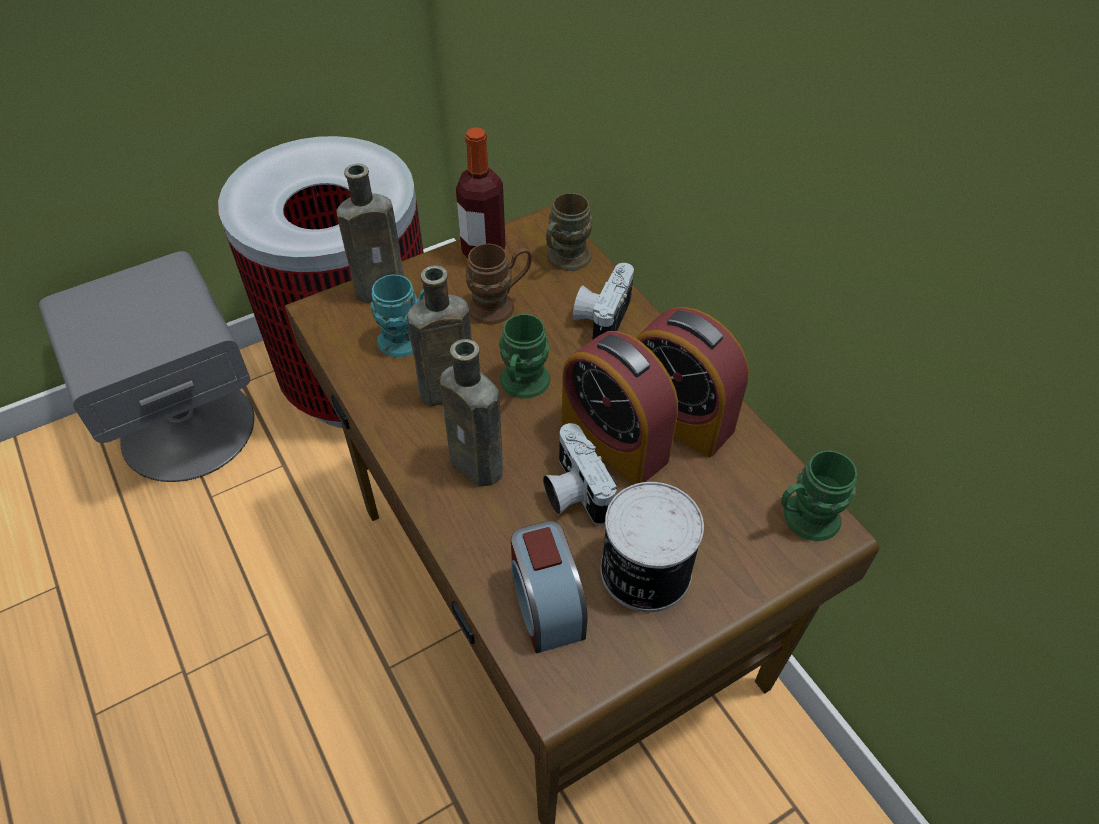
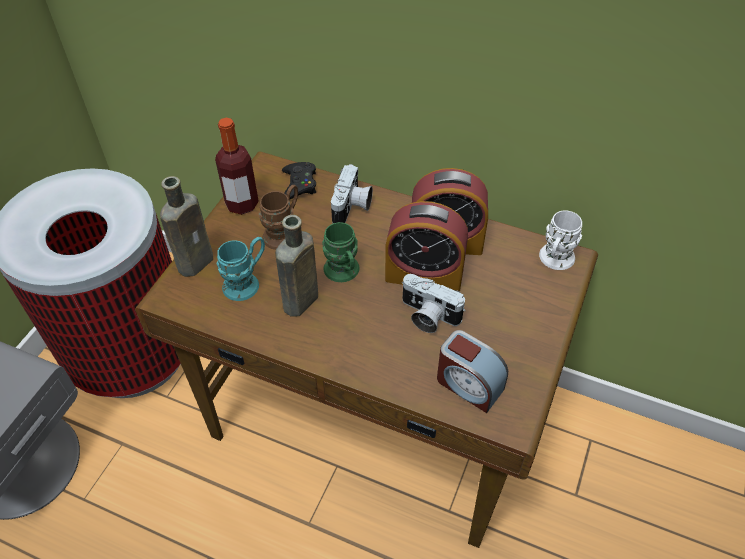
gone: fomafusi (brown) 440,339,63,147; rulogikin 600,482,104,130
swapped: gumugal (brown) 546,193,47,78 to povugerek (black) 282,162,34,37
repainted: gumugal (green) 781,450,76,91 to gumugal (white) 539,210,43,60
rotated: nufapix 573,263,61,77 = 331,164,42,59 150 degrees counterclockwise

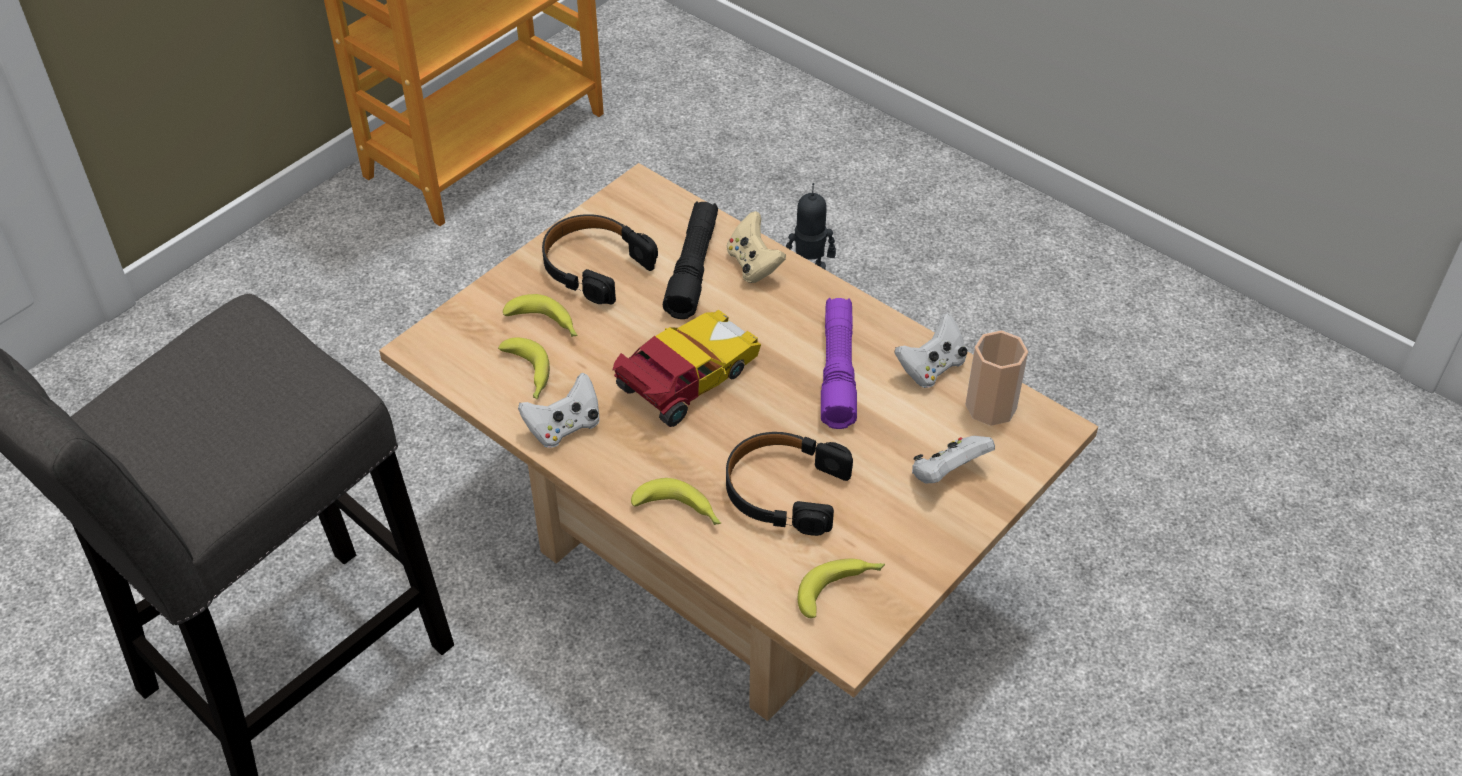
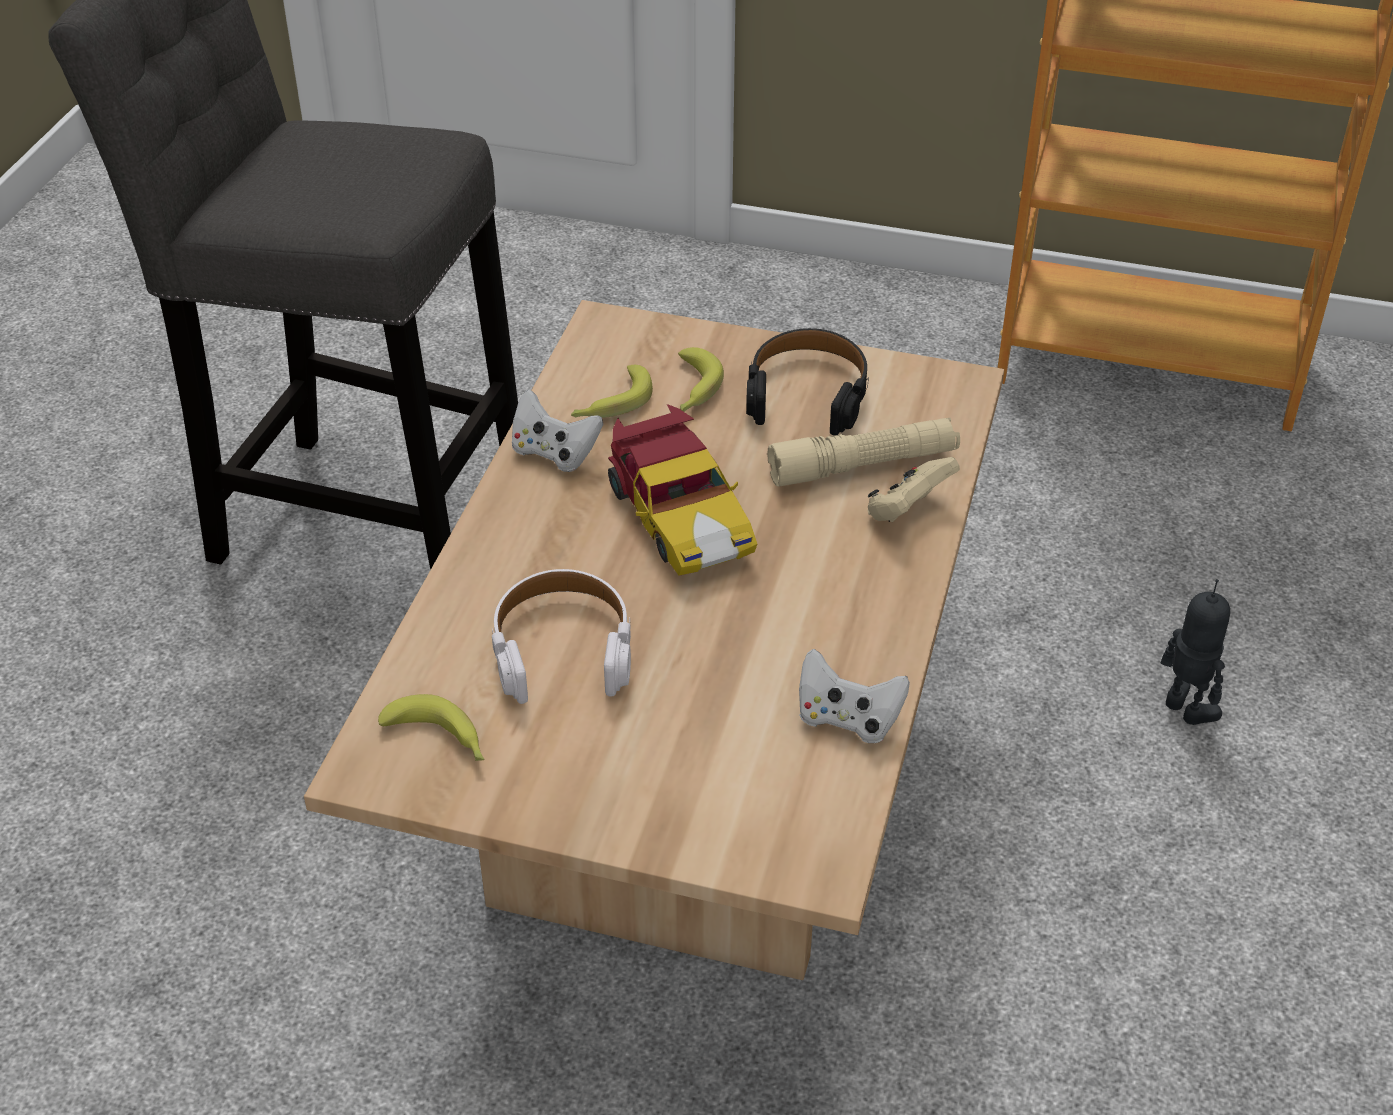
gone: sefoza 631,478,90,47; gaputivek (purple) 821,298,36,131; povugerek (white) 912,436,83,48; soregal 966,331,62,95
repainted: gaputivek (black) 663,201,55,118 to gaputivek (beige) 767,418,193,69; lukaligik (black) 726,432,127,104 to lukaligik (white) 492,569,139,135
rotated: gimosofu 612,309,149,118 = 608,404,149,172 45 degrees clockwise

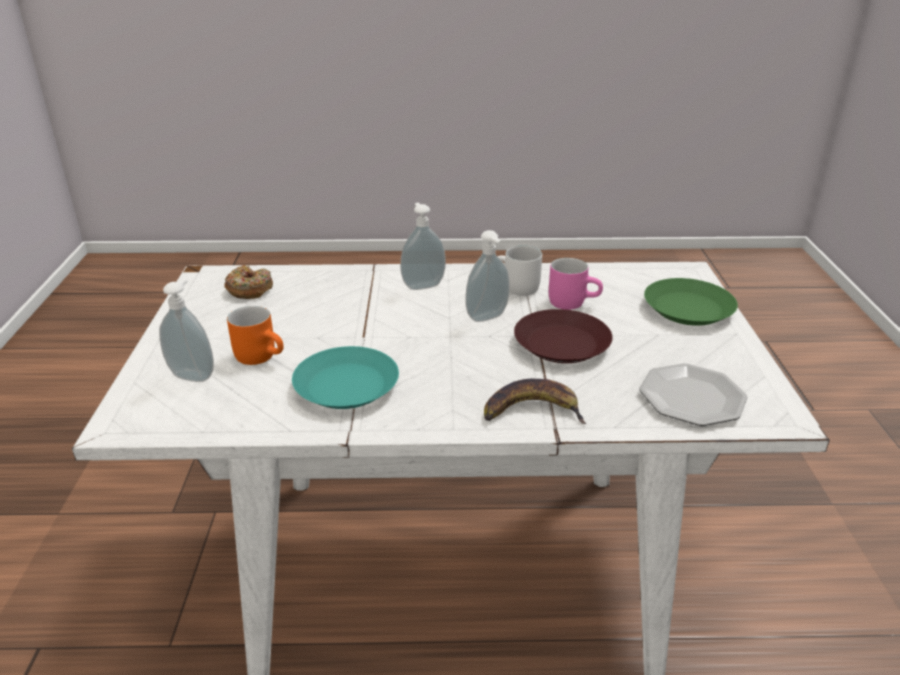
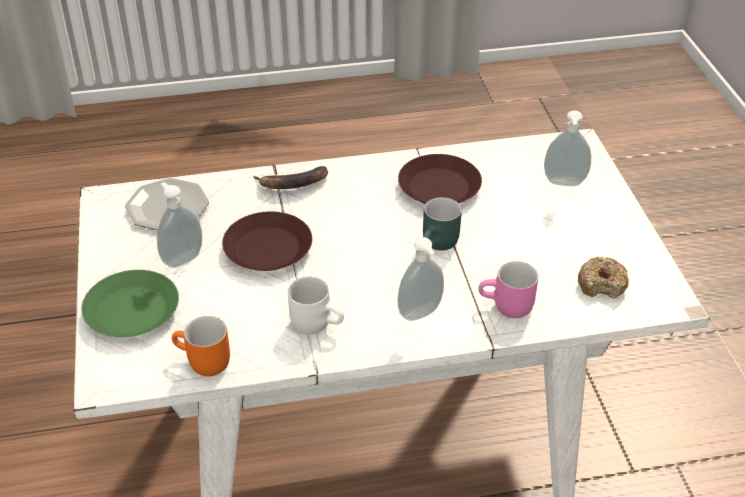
new: gumugal (turquoise) 423,197,39,54
shifted: gumugal (orange) 227,306,57,59 to 172,316,58,60; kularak 465,230,45,92 to 157,182,45,86; gumugal (pink) 549,258,54,52 to 479,261,60,57
repainted: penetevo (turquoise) 292,346,107,63 to penetevo (brown) 398,154,84,50

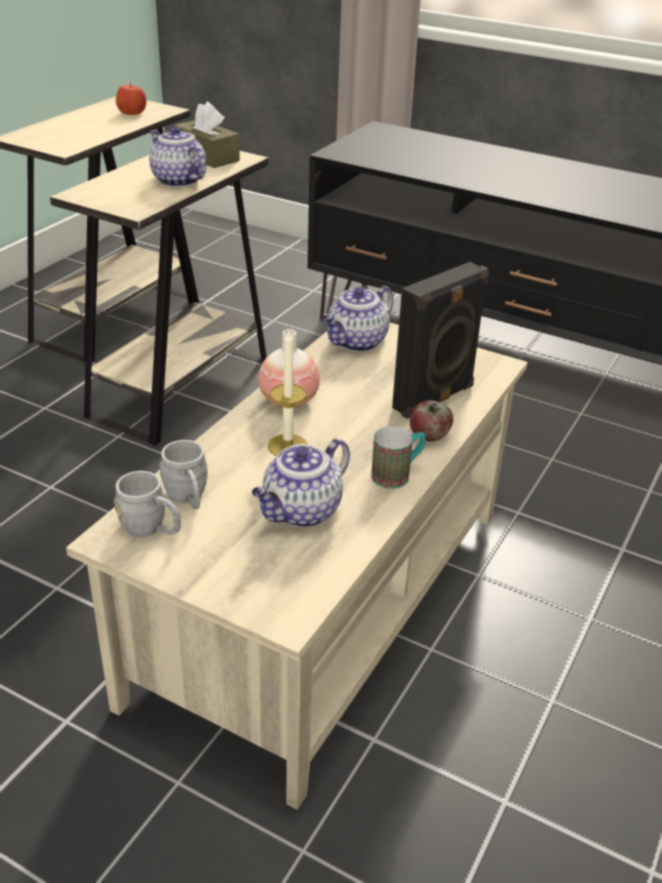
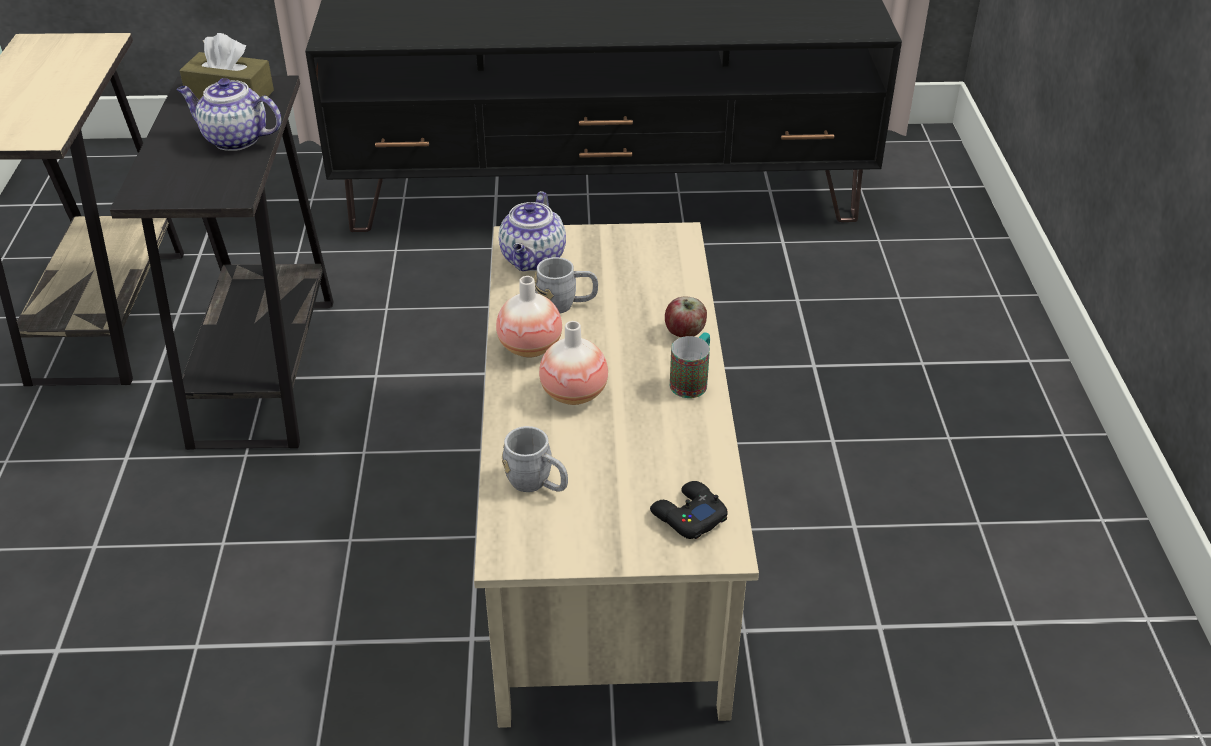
gone: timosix 116,82,31,33; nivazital 252,438,98,90; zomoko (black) 392,262,97,157
new: povugerek (black) 650,481,78,58
shifted: gumugal (grey) 114,471,67,66 to 534,257,64,57
swapped: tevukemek 268,331,40,125 to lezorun 539,321,69,84
repainted: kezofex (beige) 50,151,219,294 to kezofex (black) 110,76,224,374

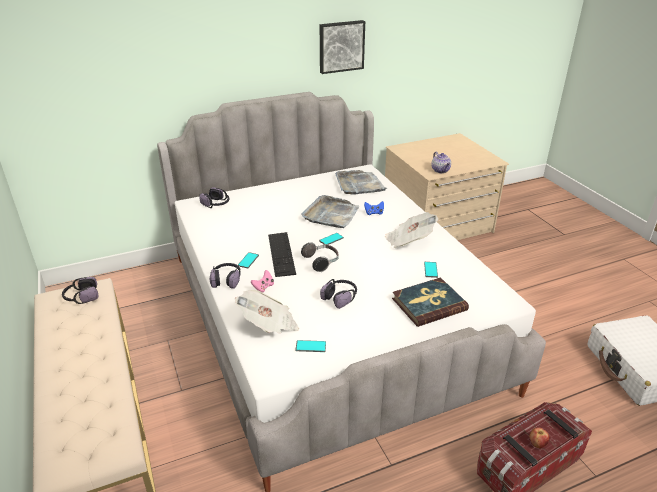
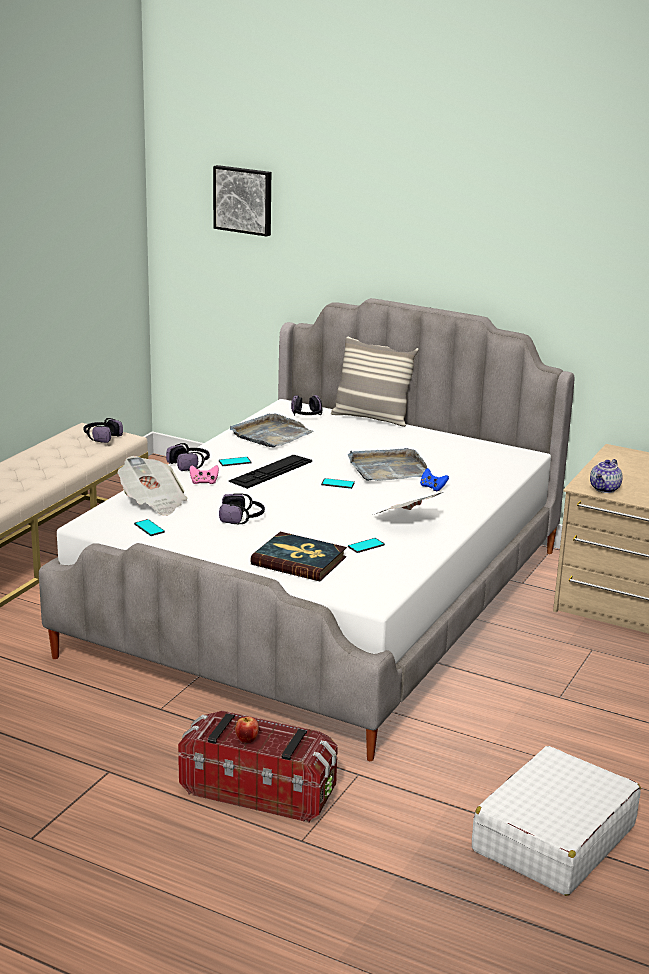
gone: lukaligik 301,242,38,30
new: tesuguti 331,337,88,90
shifted: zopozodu 320,20,45,54 to 213,165,58,72; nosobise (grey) 335,170,52,25 to 230,414,83,33

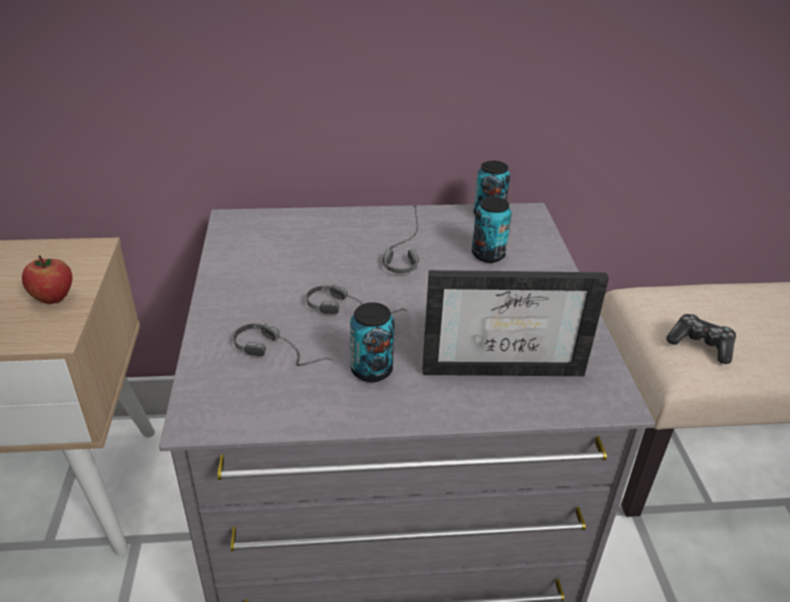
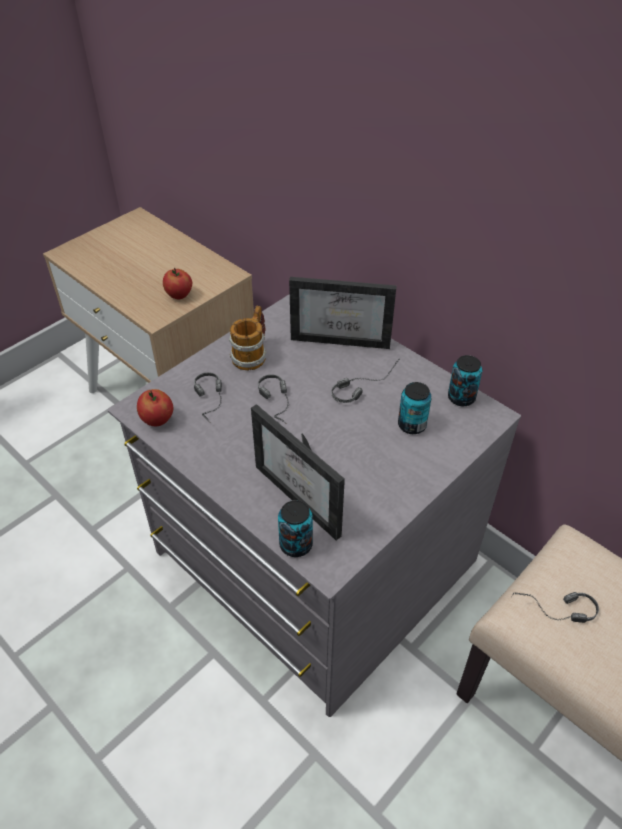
new: timosix 137,389,36,37; gumugal 229,306,38,64; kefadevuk 289,277,107,72
shifted: rulogikin 350,302,45,80 to 278,500,35,57
swapped: povugerek 666,314,70,50 to lukaligik 512,592,87,31

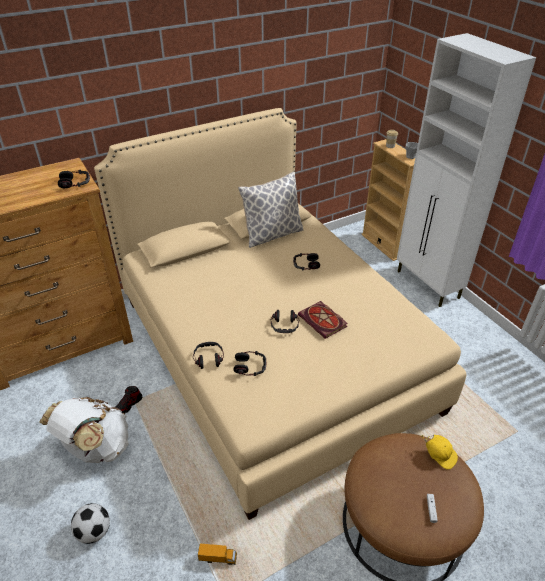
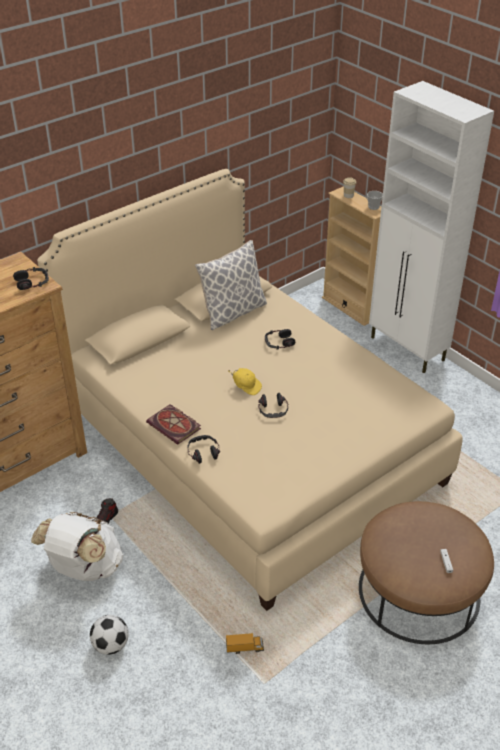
gone: lukaligik 233,351,33,25
shifted: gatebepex 298,301,50,38 to 146,404,55,41; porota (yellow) 421,435,37,35 to 228,368,34,27

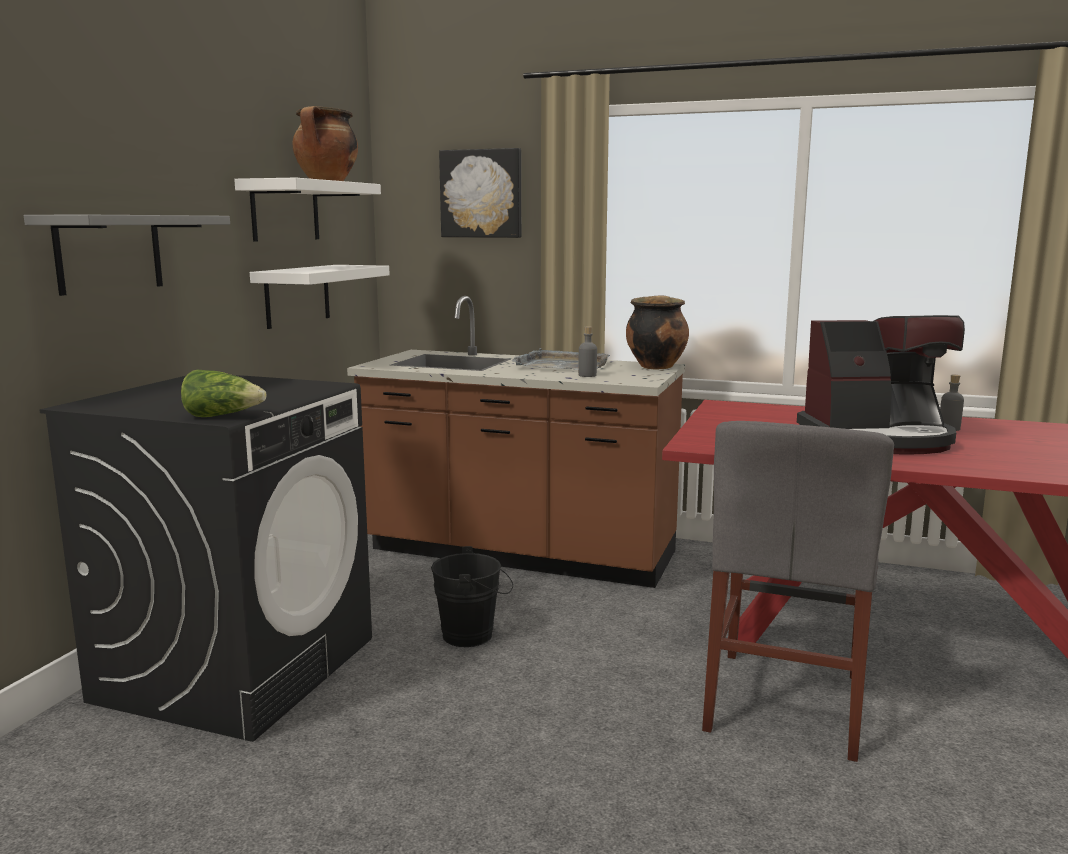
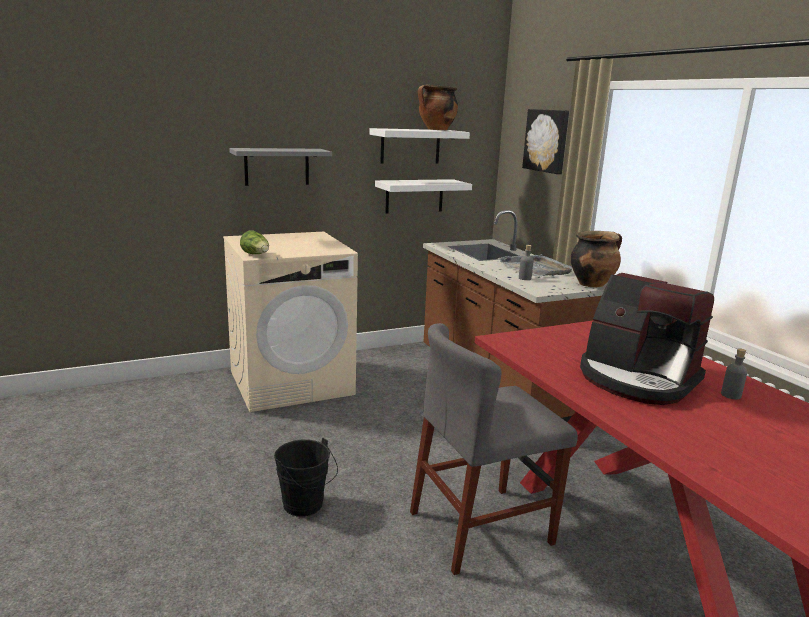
shifted: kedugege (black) 431,546,82,101 to 274,438,64,79
repainted: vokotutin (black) 40,375,332,367 to vokotutin (beige) 223,232,135,180

